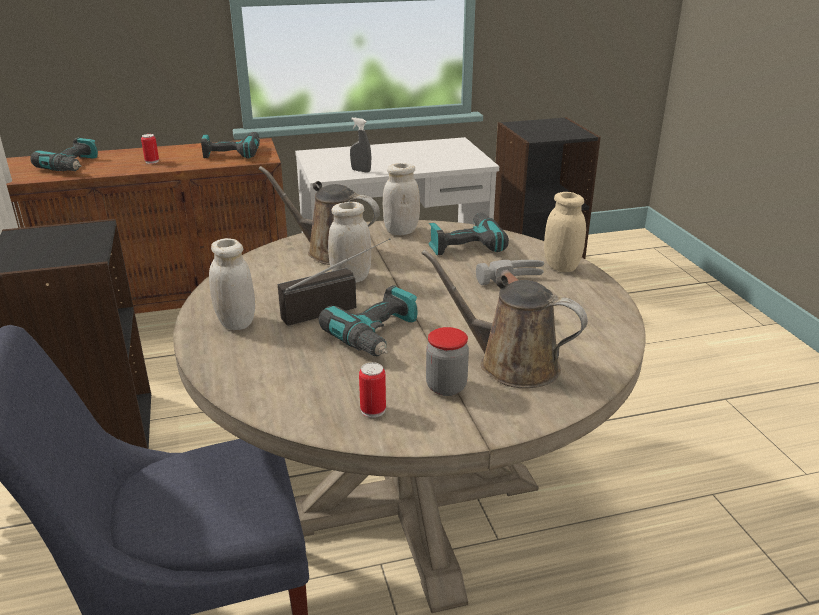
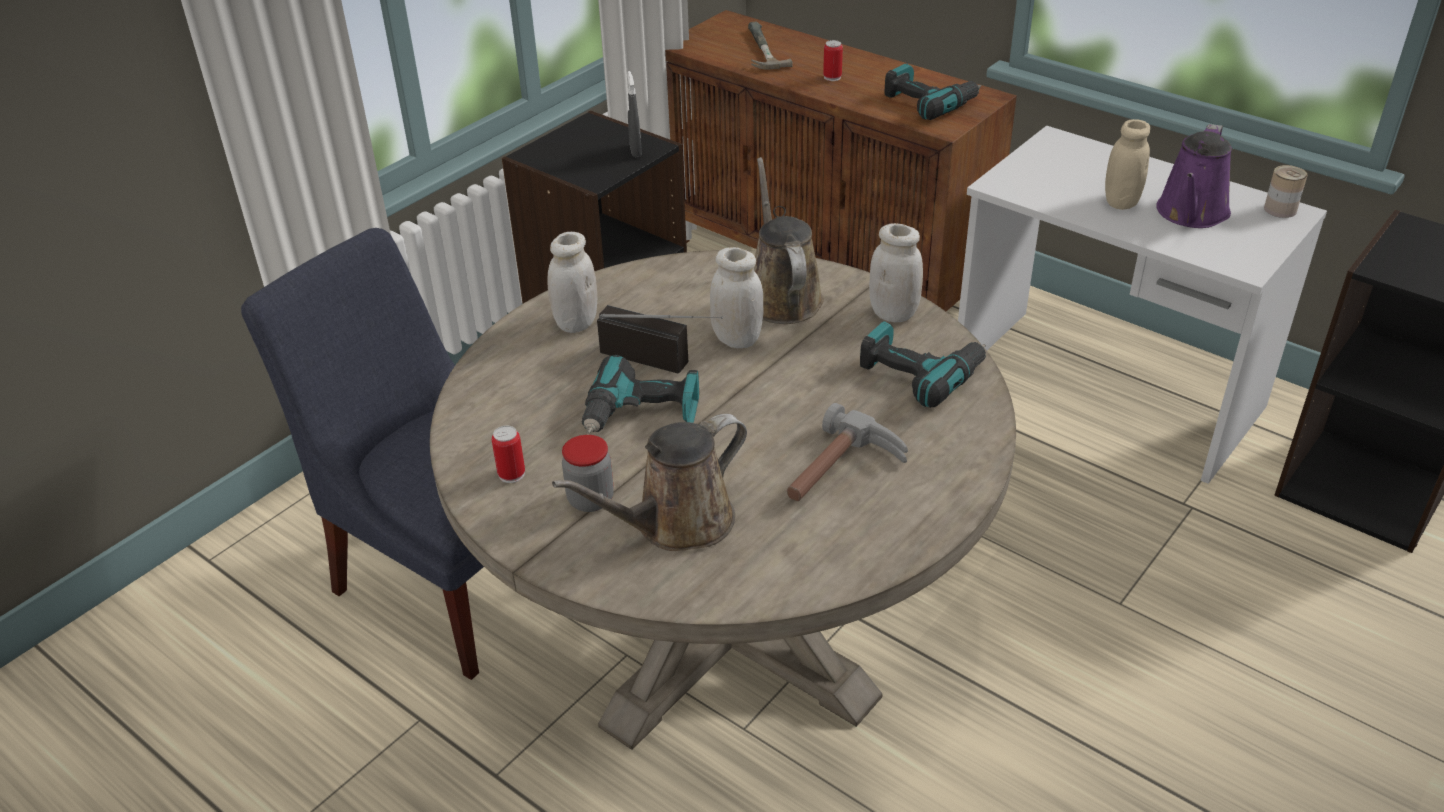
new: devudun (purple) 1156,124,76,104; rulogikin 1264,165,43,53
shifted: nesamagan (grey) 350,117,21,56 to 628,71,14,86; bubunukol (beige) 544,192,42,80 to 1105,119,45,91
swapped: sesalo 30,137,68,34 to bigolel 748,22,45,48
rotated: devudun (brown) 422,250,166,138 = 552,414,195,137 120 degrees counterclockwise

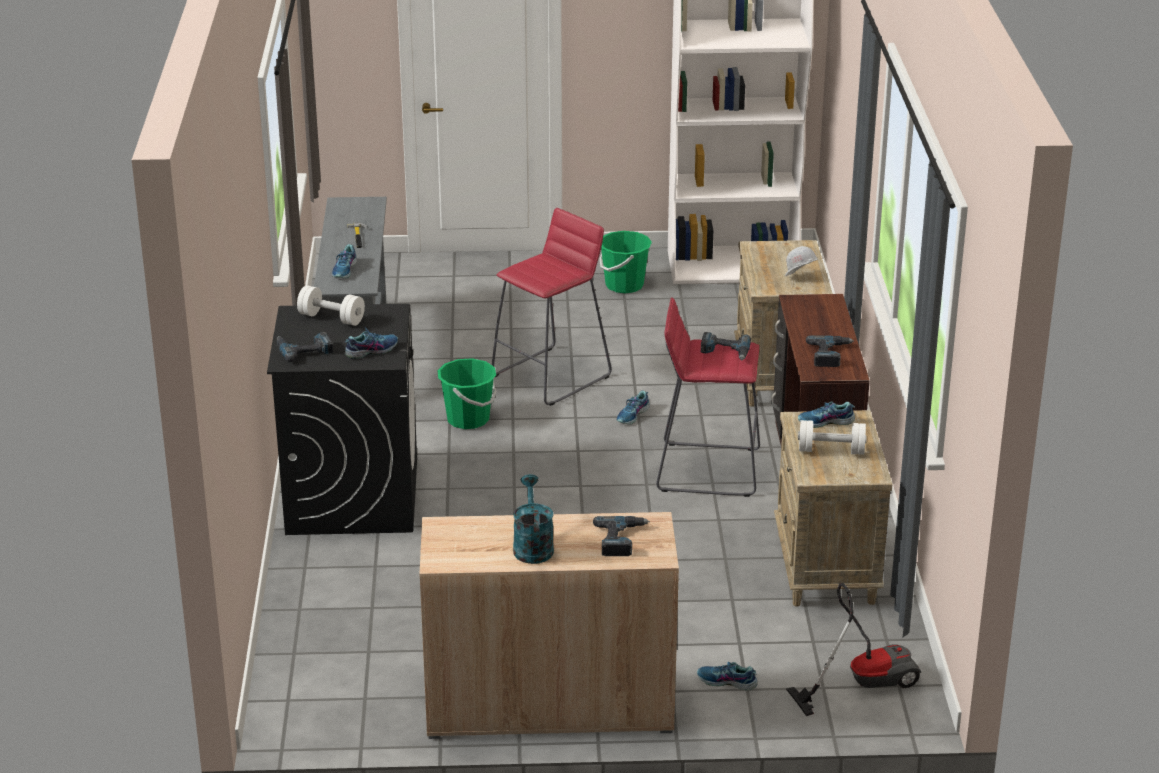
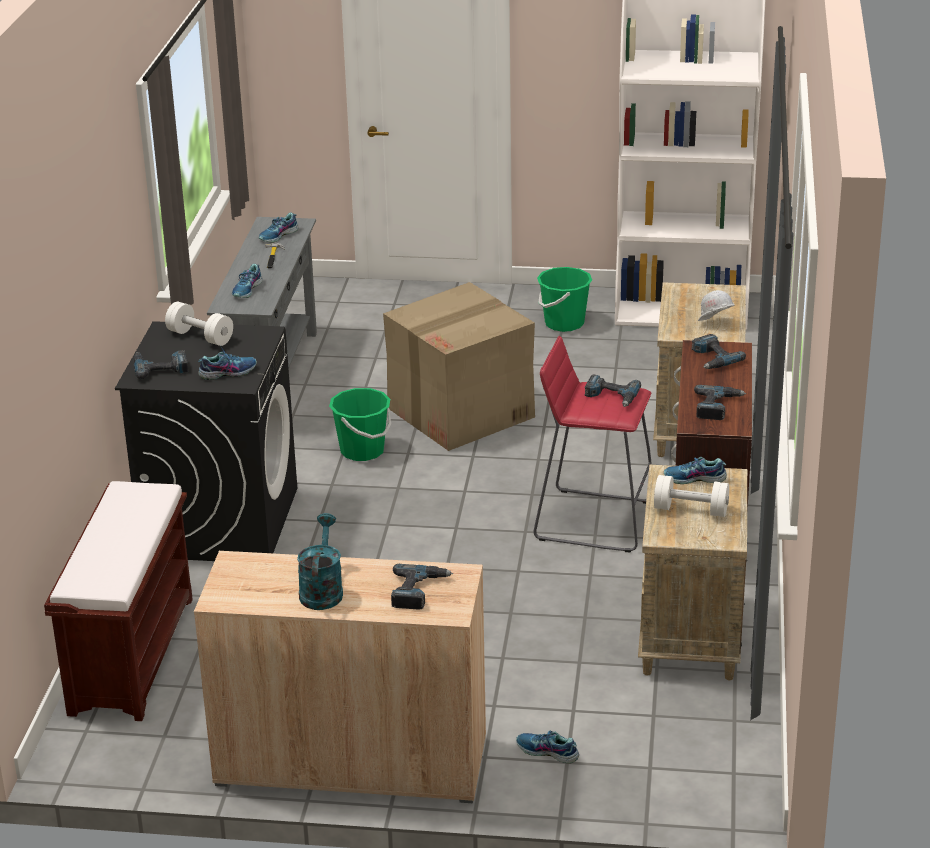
gone: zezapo 786,583,135,133
new: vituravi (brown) 44,481,149,240; sesalo 691,334,55,35
shifted: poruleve 617,391,33,34 to 259,213,39,30
swapped: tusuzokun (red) 492,208,120,198 to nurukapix 383,282,152,169

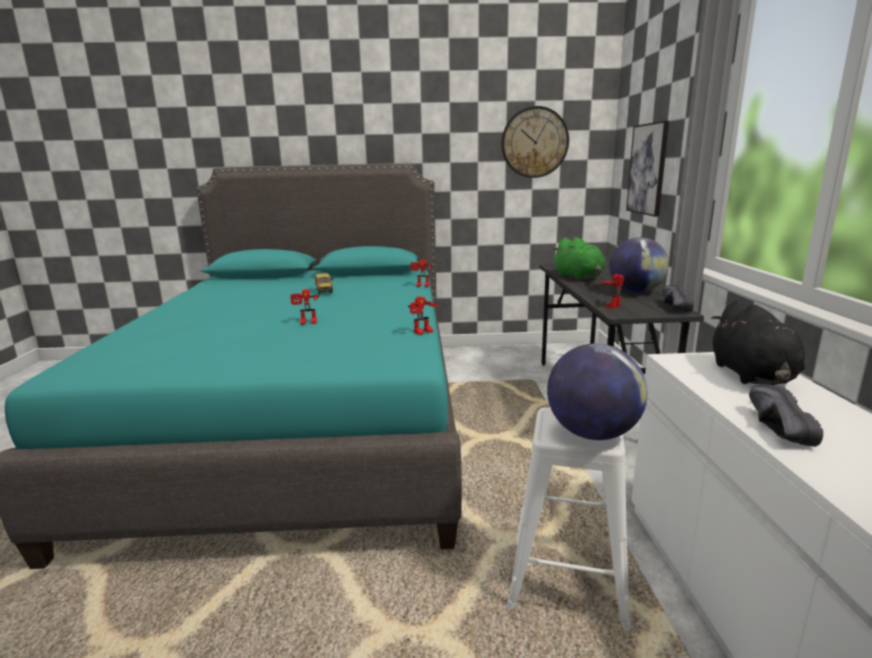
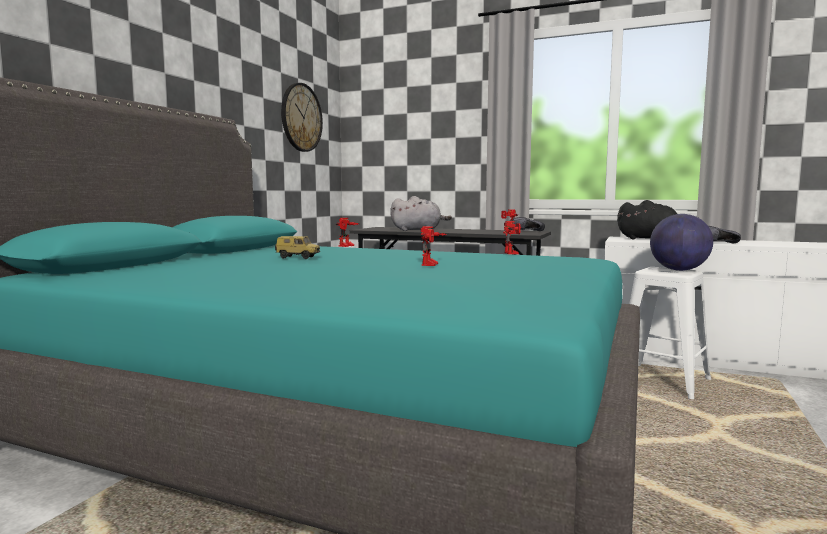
gone: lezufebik 609,237,60,56; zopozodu 626,121,43,96
repainted: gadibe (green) 552,237,53,44 to gadibe (grey) 390,196,62,35

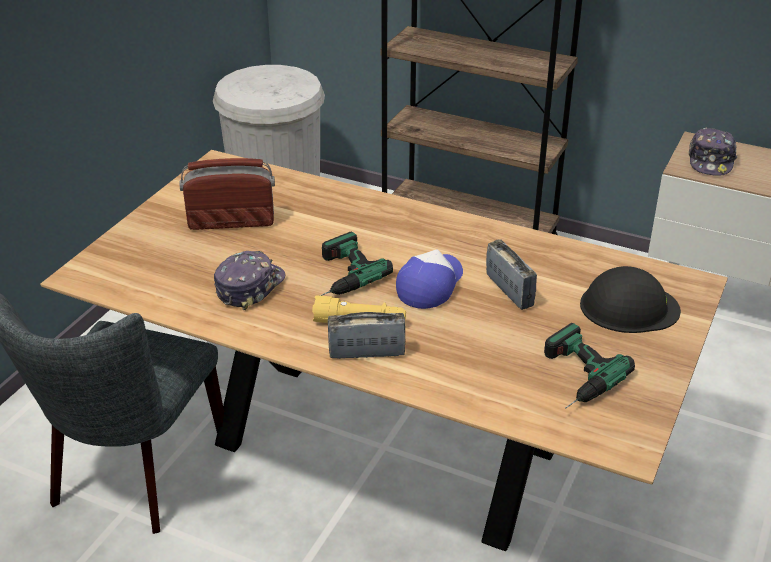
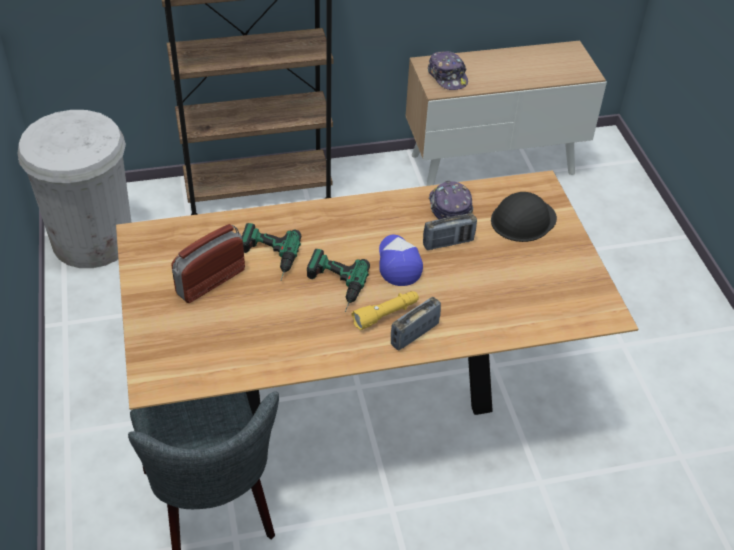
shifted: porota 214,251,72,59 to 429,181,44,38; sesalo 544,323,91,86 to 242,223,59,58
rotated: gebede 486,239,51,71 = 423,213,54,37 135 degrees clockwise

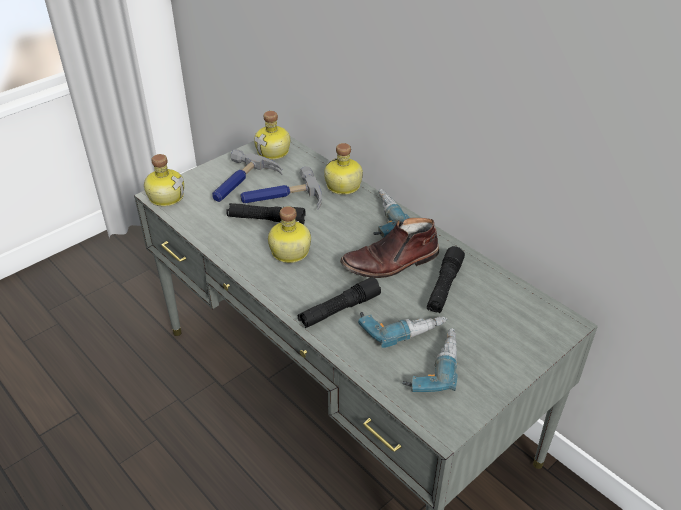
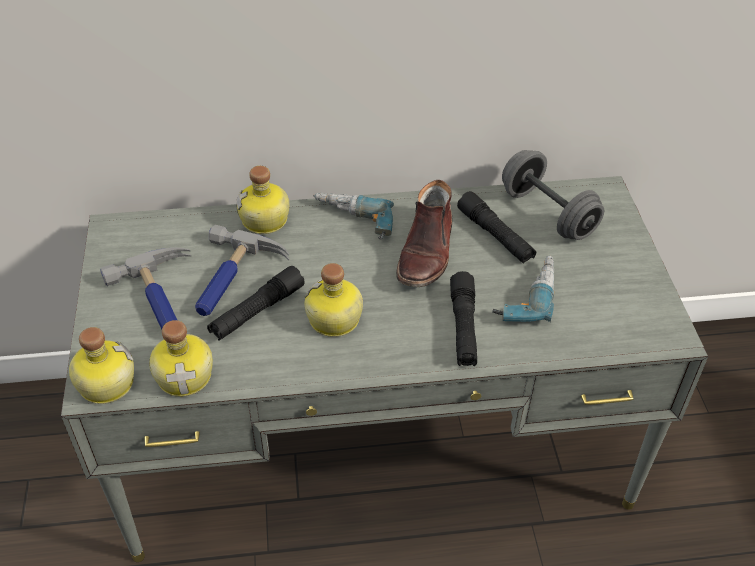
gone: sesalo 402,328,56,64
new: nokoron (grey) 502,150,102,90
shifted: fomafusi 254,111,36,49 to 149,320,64,77

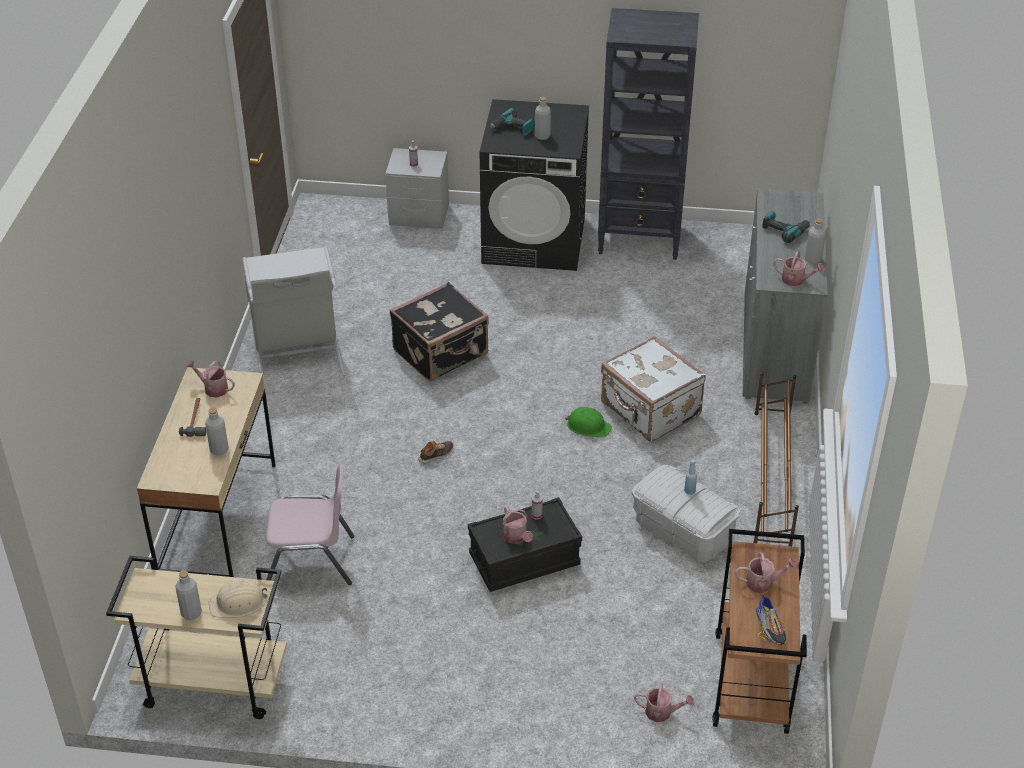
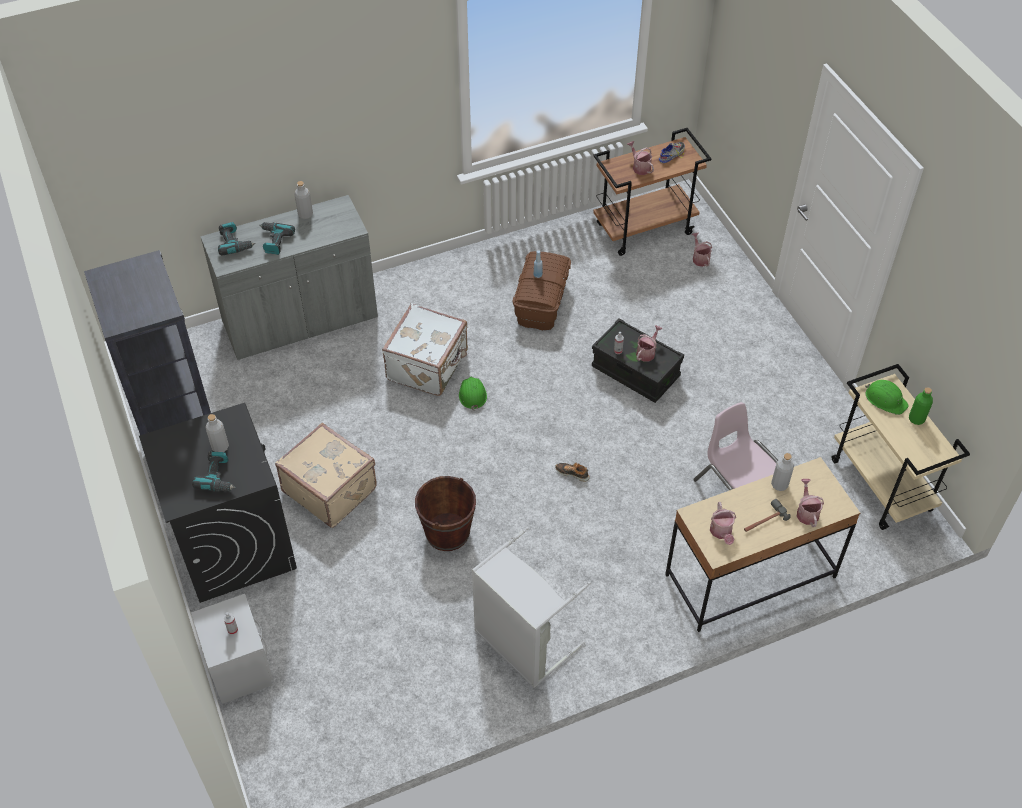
gone: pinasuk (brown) 753,372,46,174
new: sesalo 218,222,38,34; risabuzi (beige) 275,423,102,105
shifted: devudun 774,251,51,35 to 797,479,27,48
swapped: risabuzi (black) 389,282,100,99 to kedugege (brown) 415,476,61,75
repainted: fomafusi (grey) 175,570,27,50 to fomafusi (green) 909,387,24,38; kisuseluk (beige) 209,579,58,39 to kisuseluk (green) 865,380,44,35; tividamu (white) 631,465,110,98 to tividamu (brown) 512,251,59,79

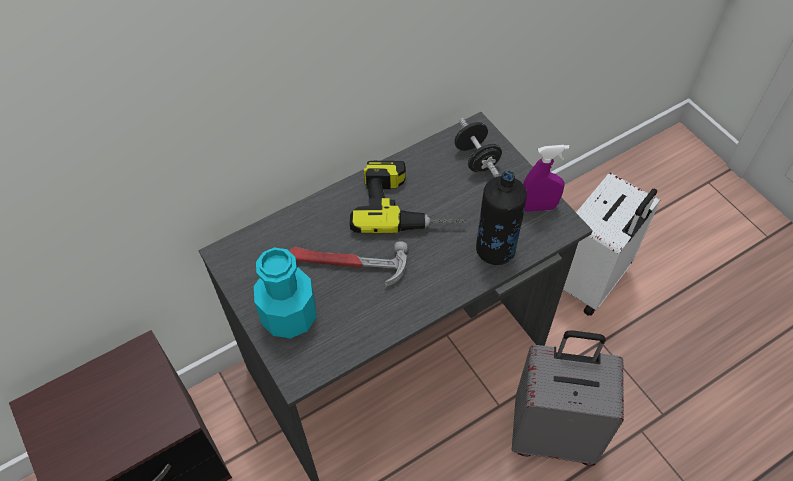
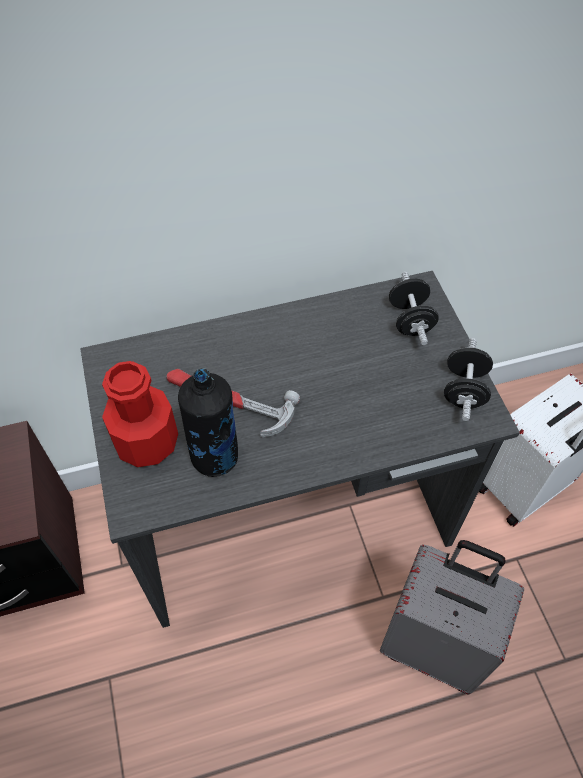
gone: sesalo 350,161,116,72
shifted: fomafusi (black) 476,170,51,95 to 178,368,60,109
swapped: nesamagan (purple) 523,145,46,67 to nokoron (black) 444,338,49,83
repainted: fomafusi (turquoise) 254,248,63,90 to fomafusi (red) 102,361,76,106

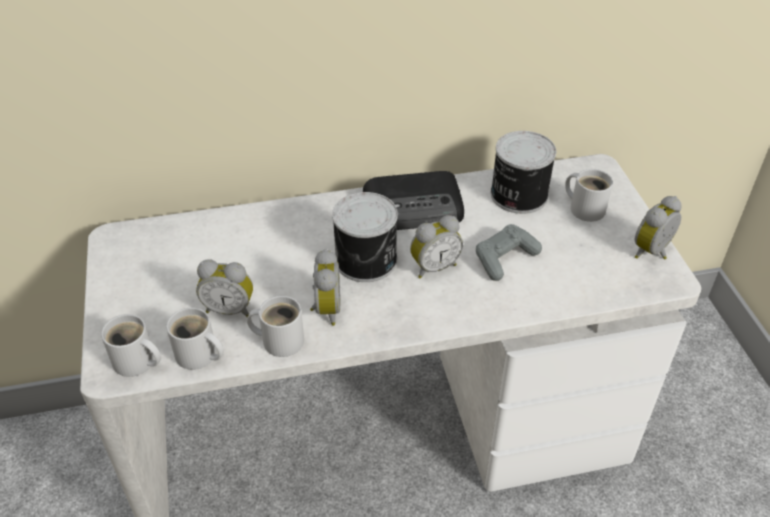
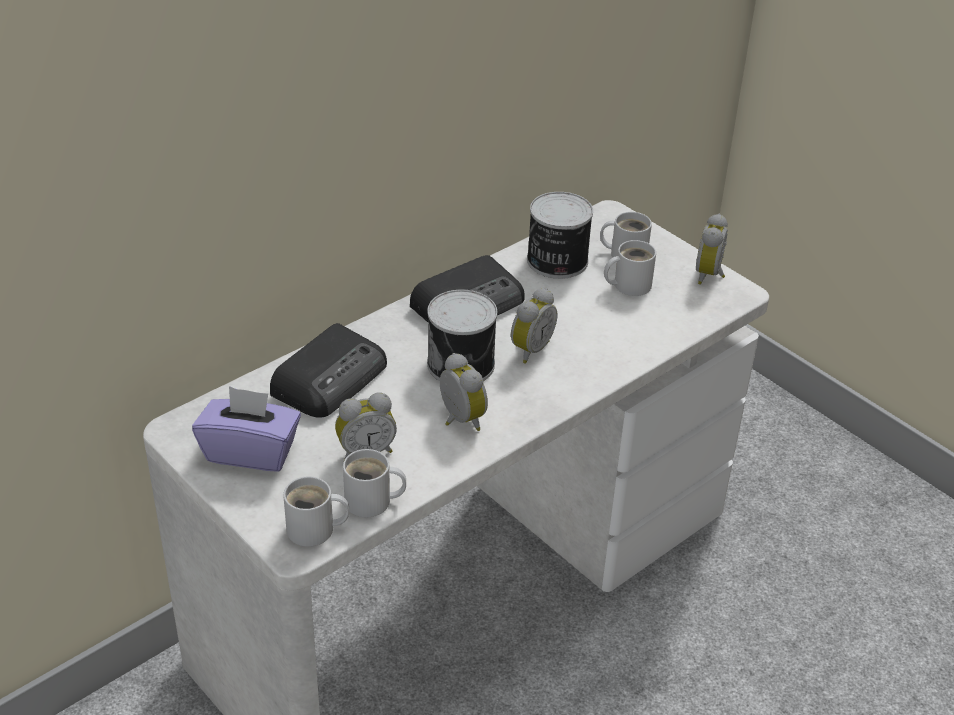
gone: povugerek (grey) 476,224,66,57
new: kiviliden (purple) 192,386,109,86; gebede 270,323,117,95
shifted: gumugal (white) 247,296,57,61 to 604,240,52,56

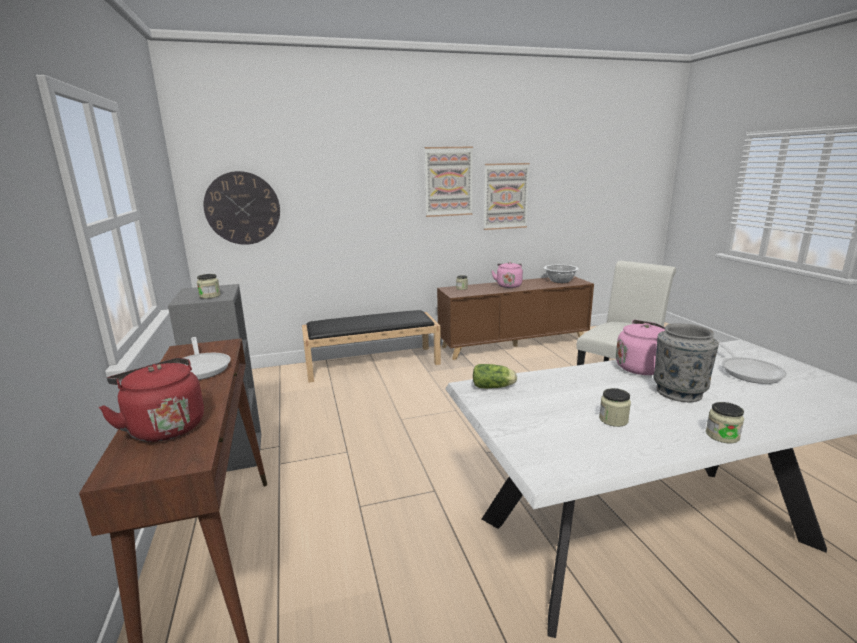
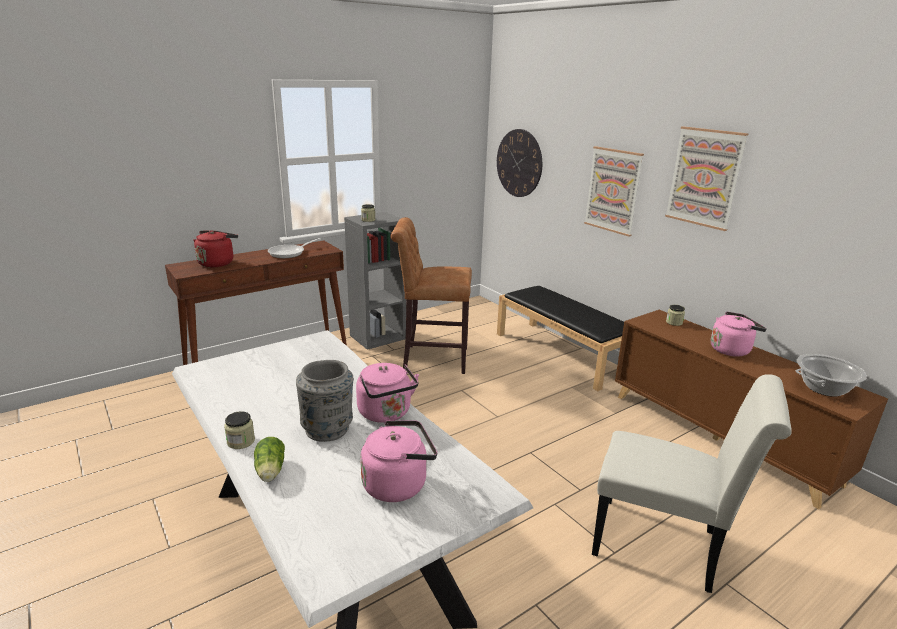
gone: bubunukol 599,388,32,39
new: tusuzokun (brown) 391,217,81,157
shifted: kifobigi 473,364,44,24 to 254,437,31,45; zopozodu 484,163,46,67 to 584,146,60,90
swapped: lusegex 717,340,70,44 to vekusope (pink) 360,420,77,82

